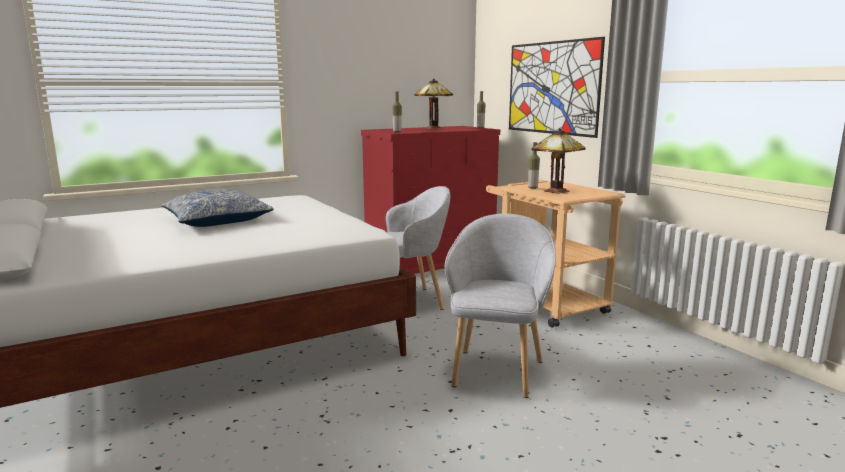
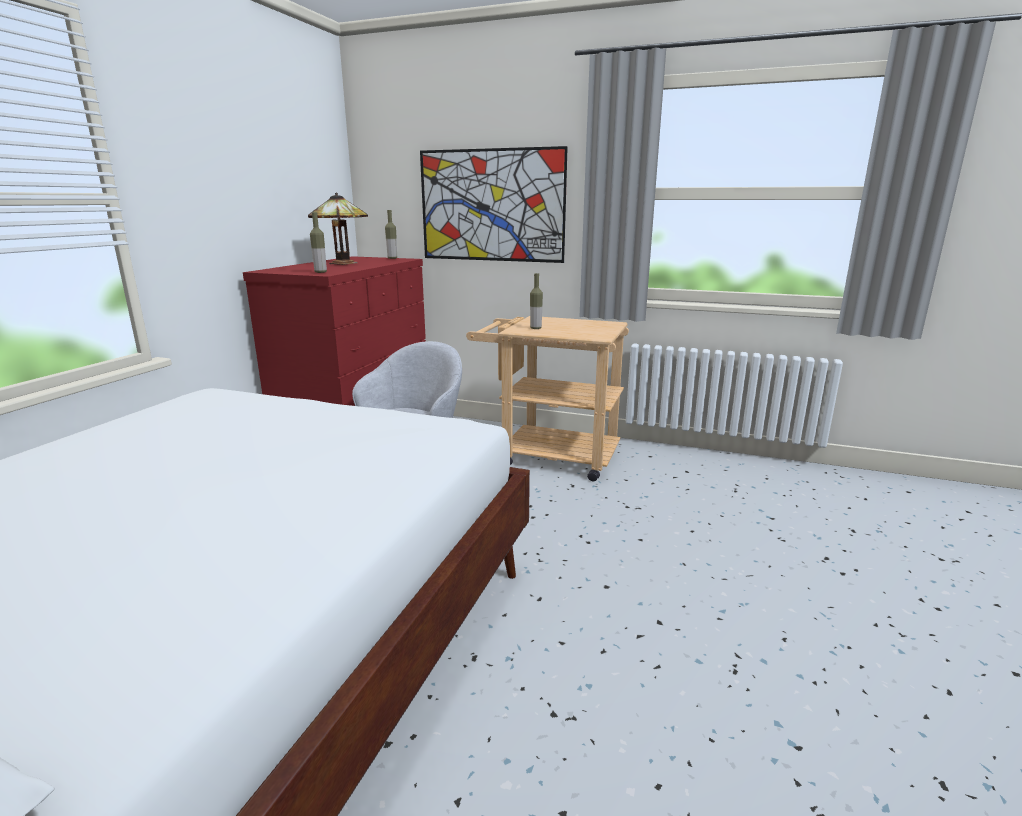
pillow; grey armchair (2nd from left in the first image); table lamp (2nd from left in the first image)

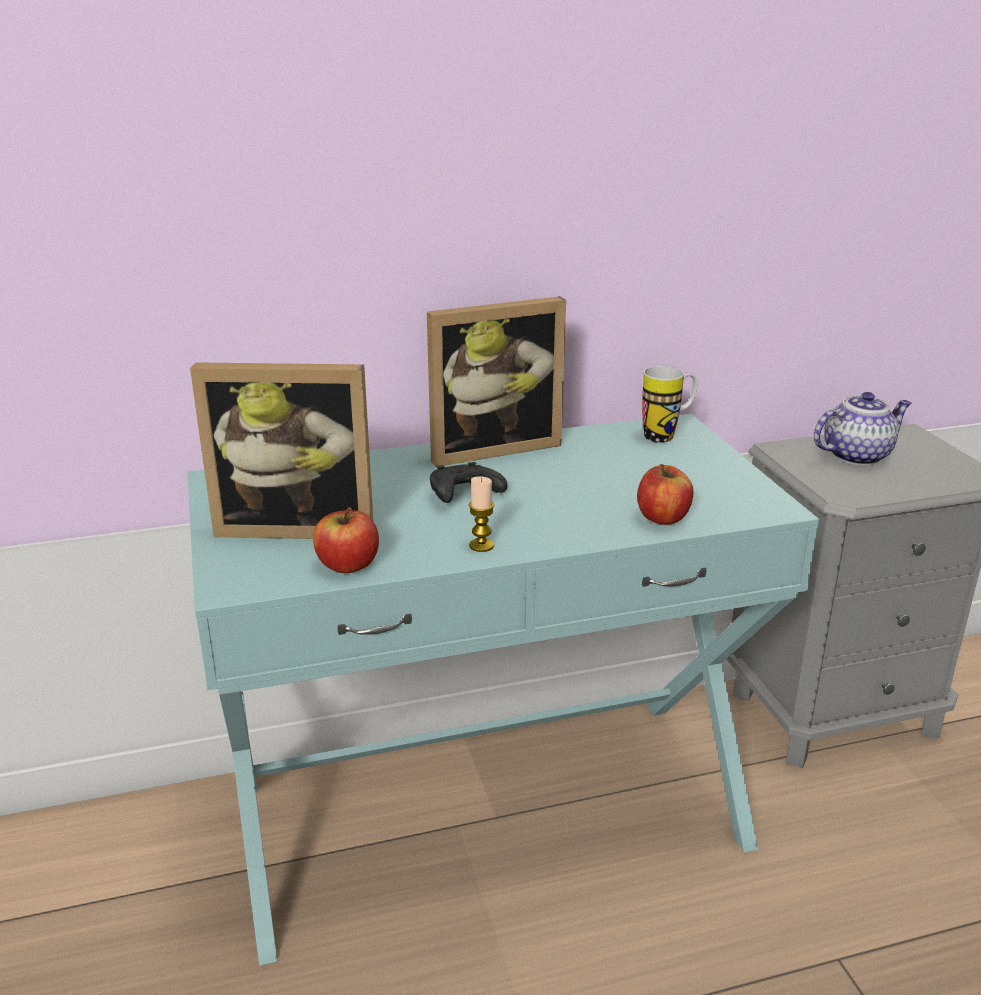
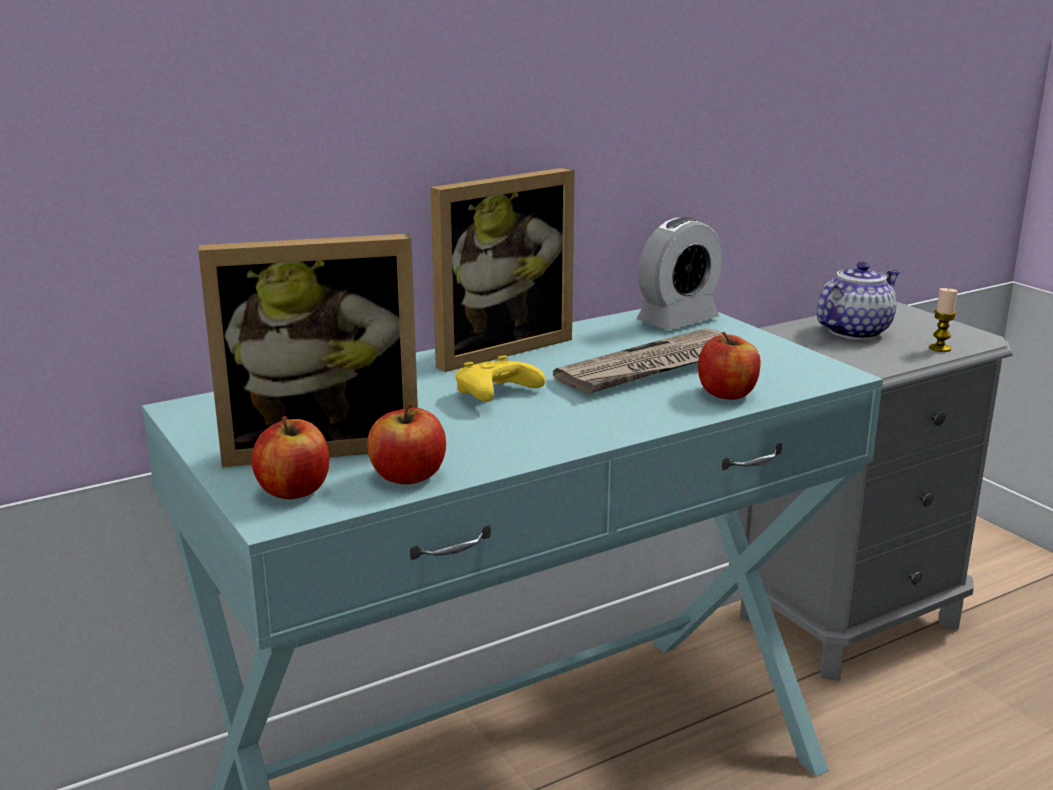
apple (1st from left); yellow game controller; newspaper; alarm clock; candle

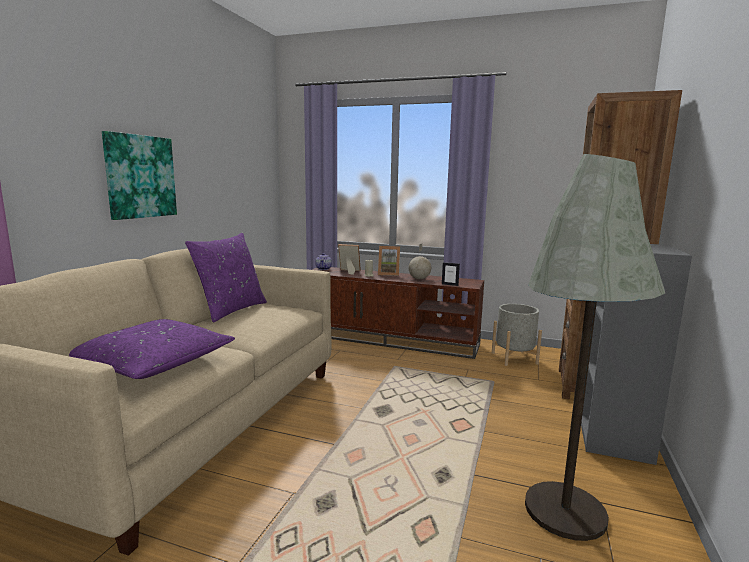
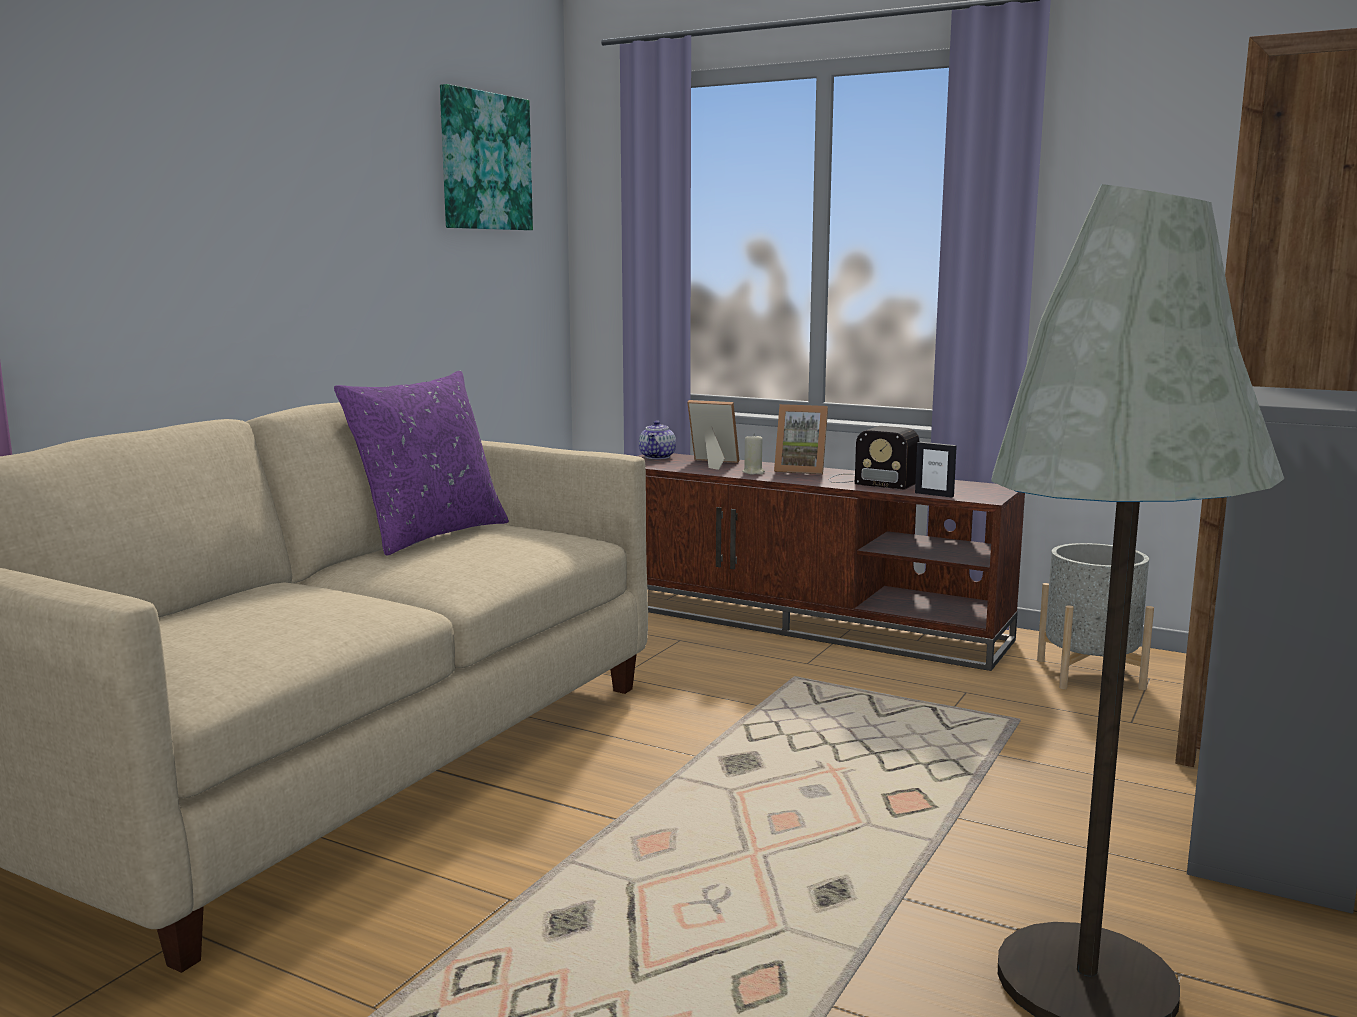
picture; radio; purple pillow (1st from left in the first image)

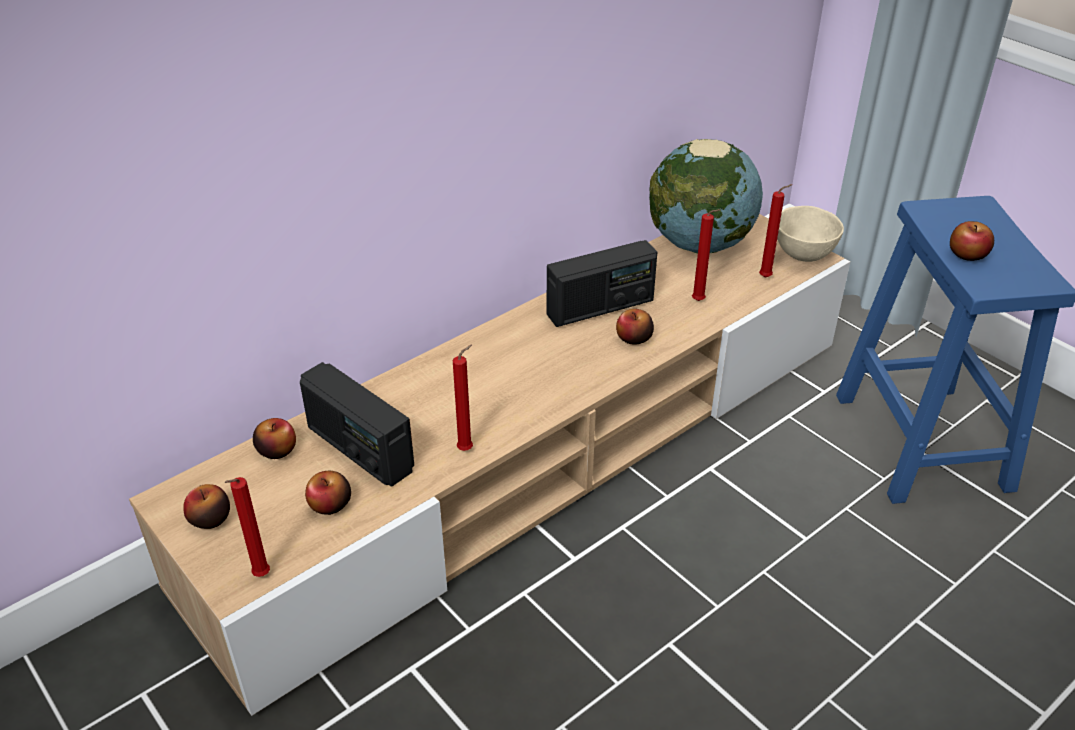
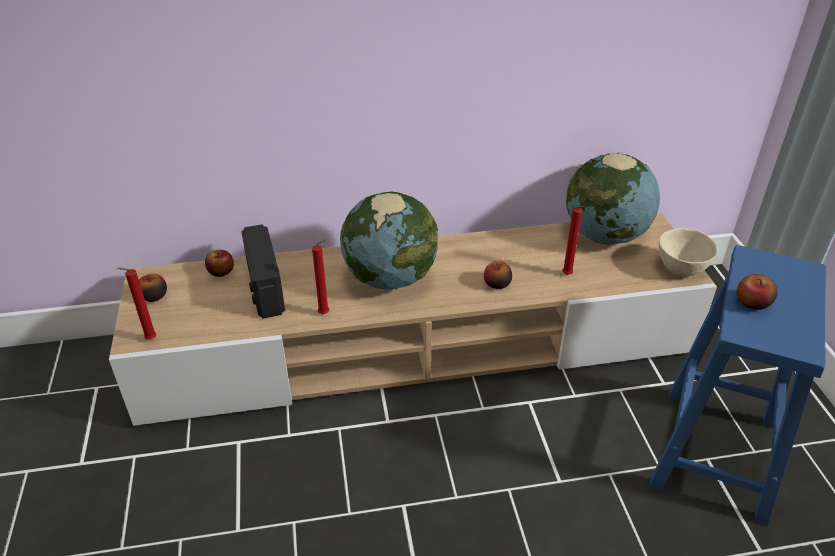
globe (1st from left); apple (3rd from left in the first image); radio (2nd from left in the first image); red candle (4th from left in the first image)

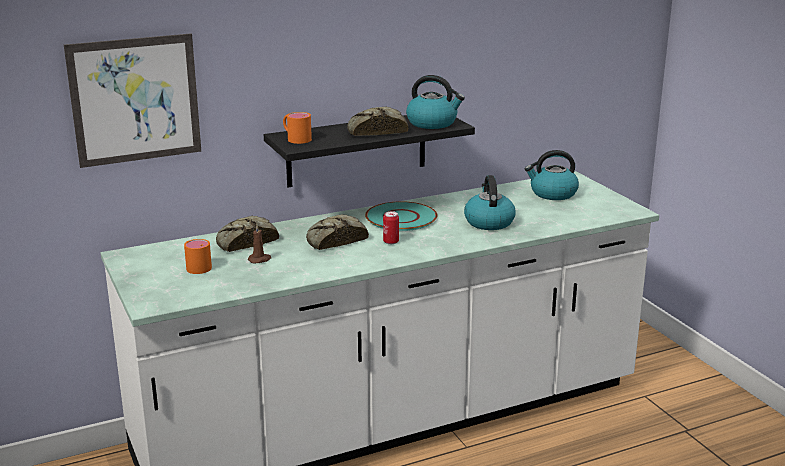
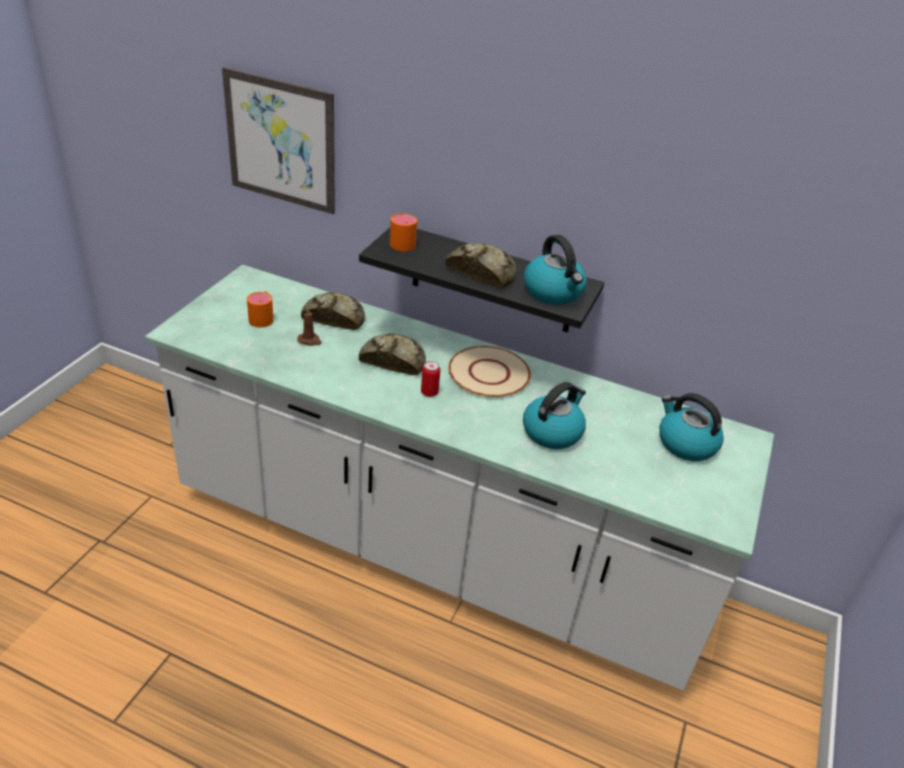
beige plate

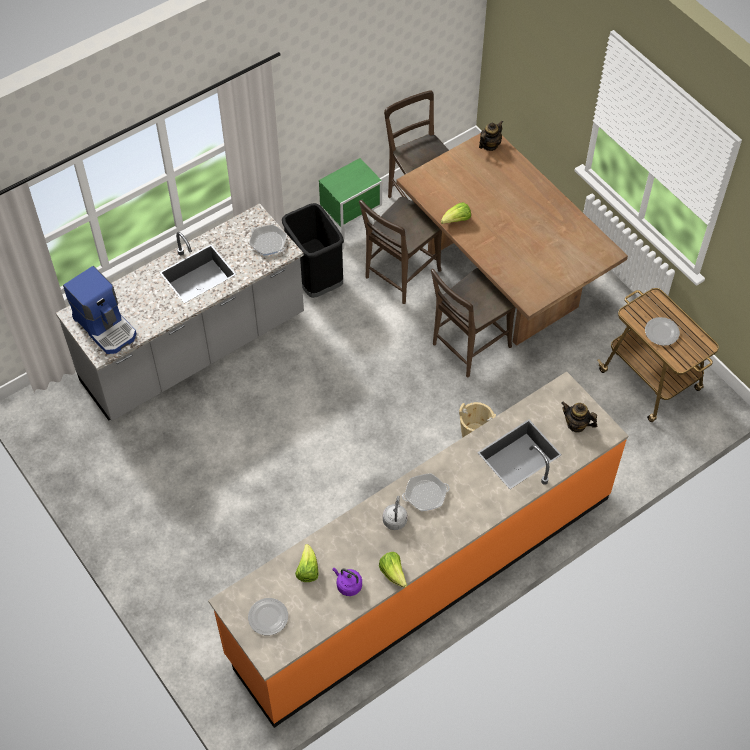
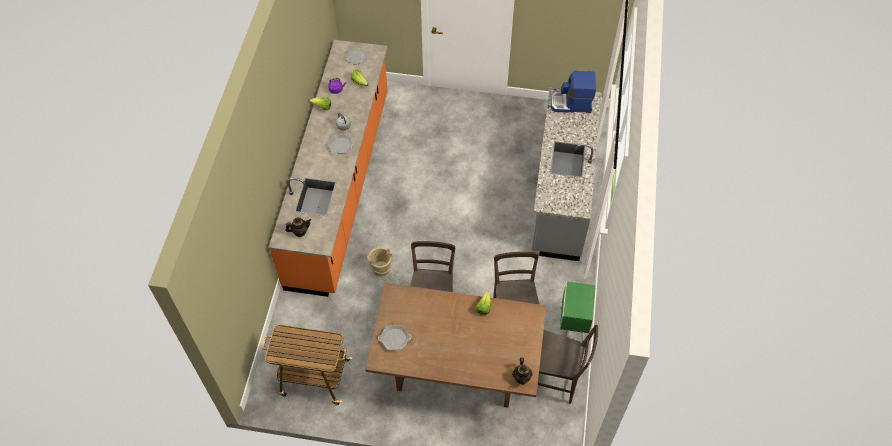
frying pan (2nd from left); black trash can; plate (2nd from left in the first image)

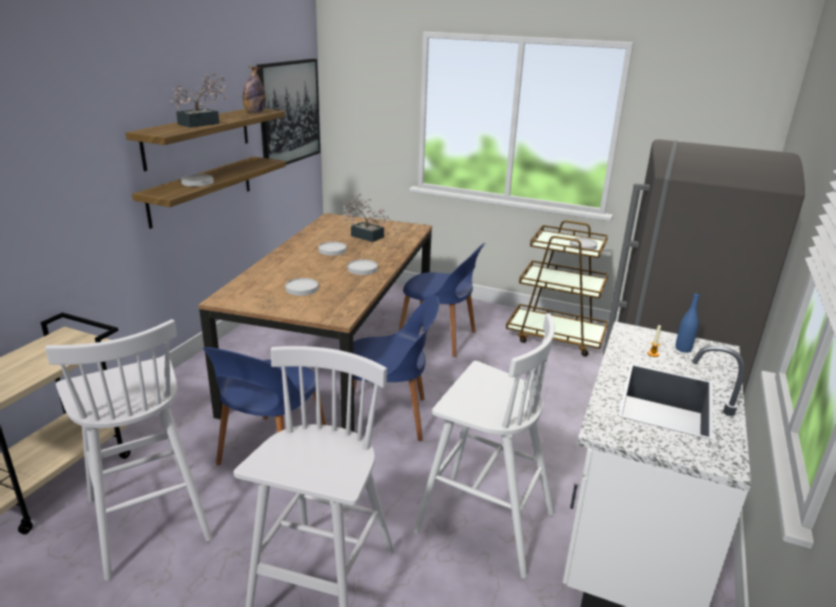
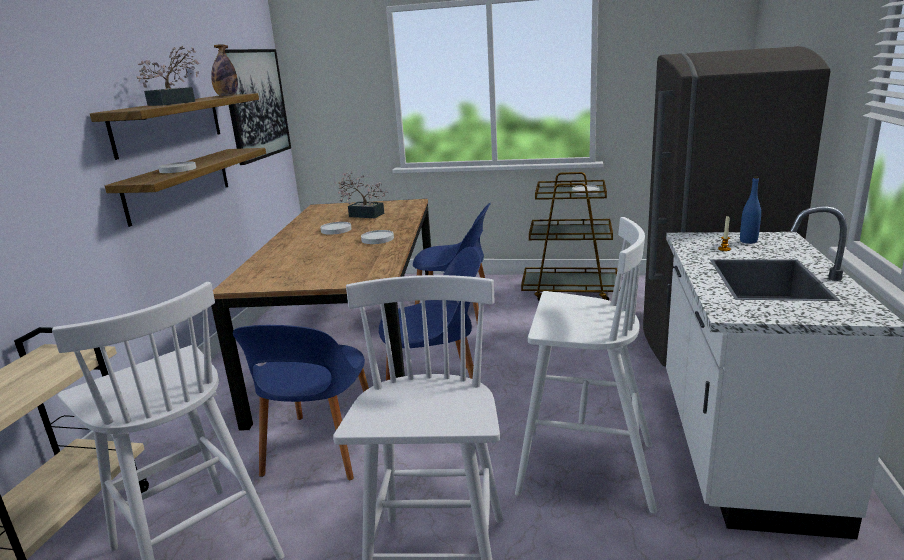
white plate (2nd from left in the first image)

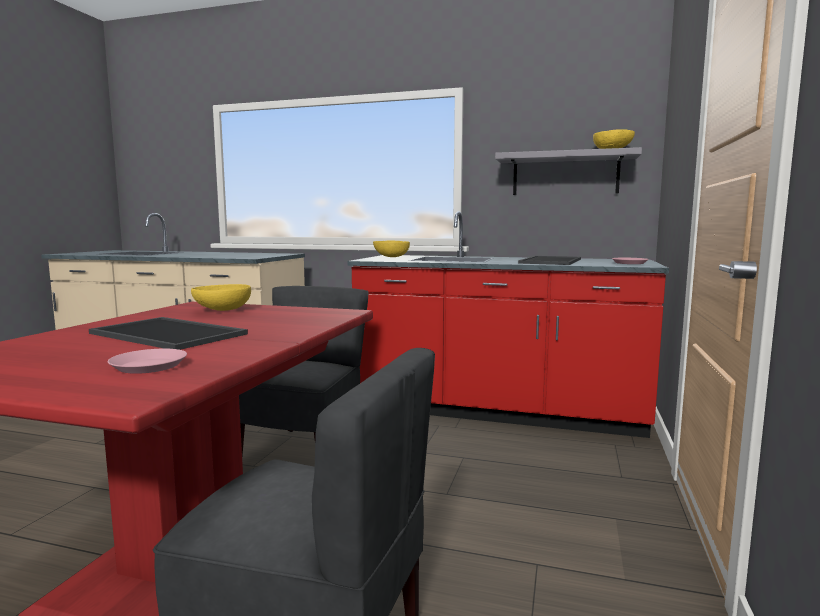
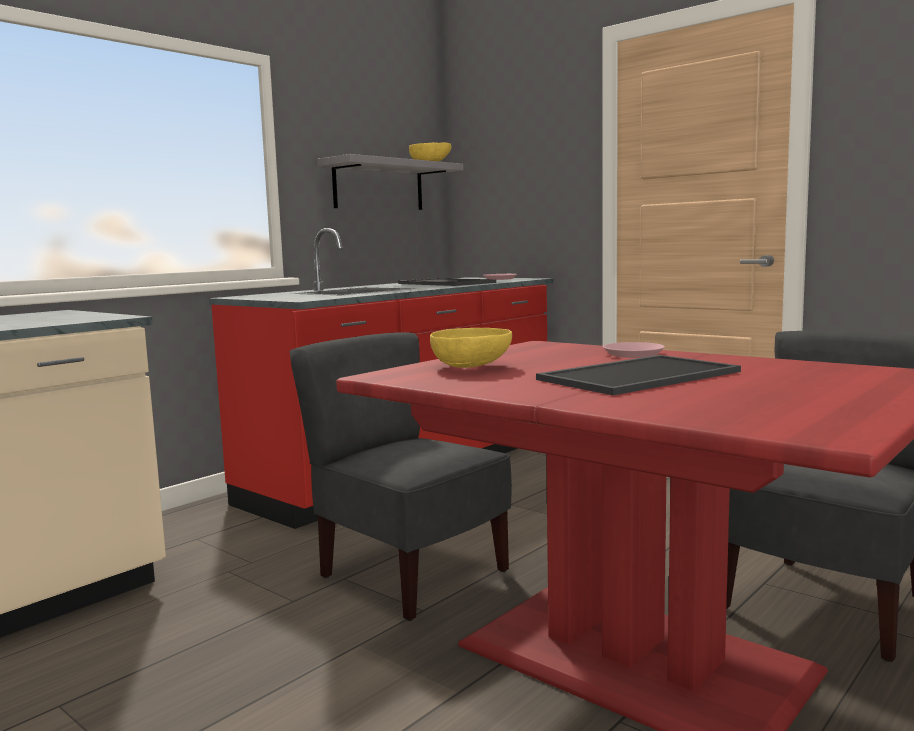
pink plate (2nd from left); yellow bowl (2nd from left in the first image)

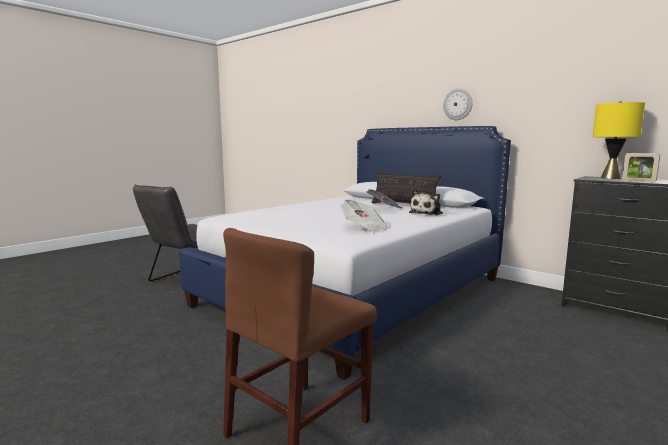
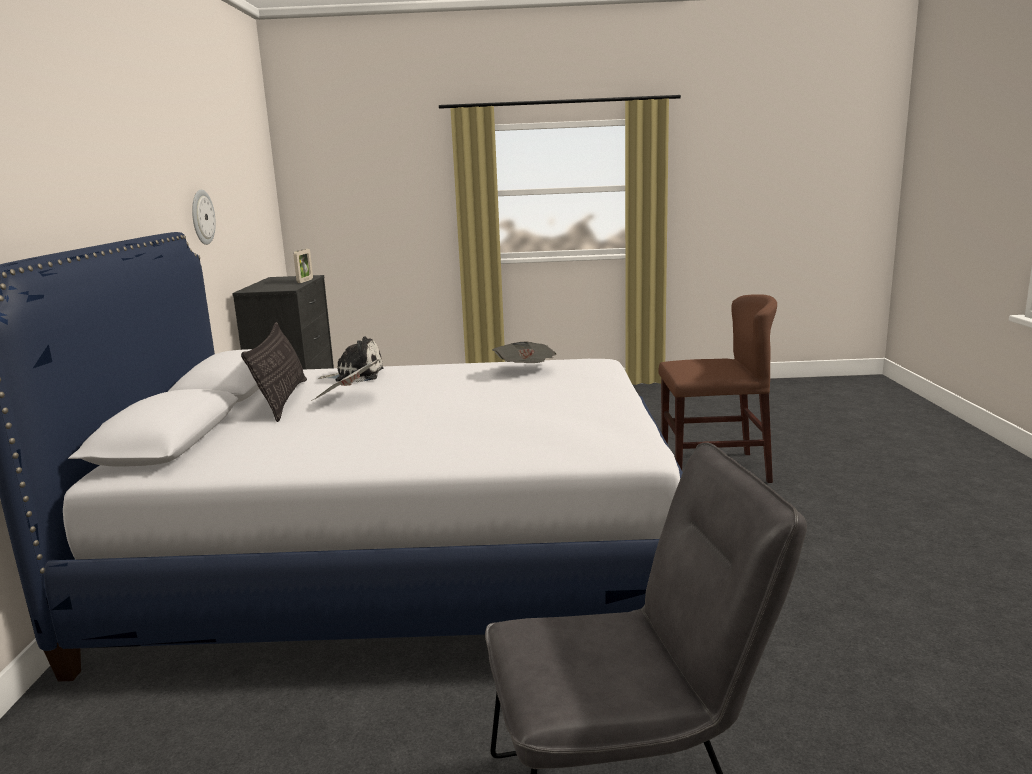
wall clock; yellow table lamp

